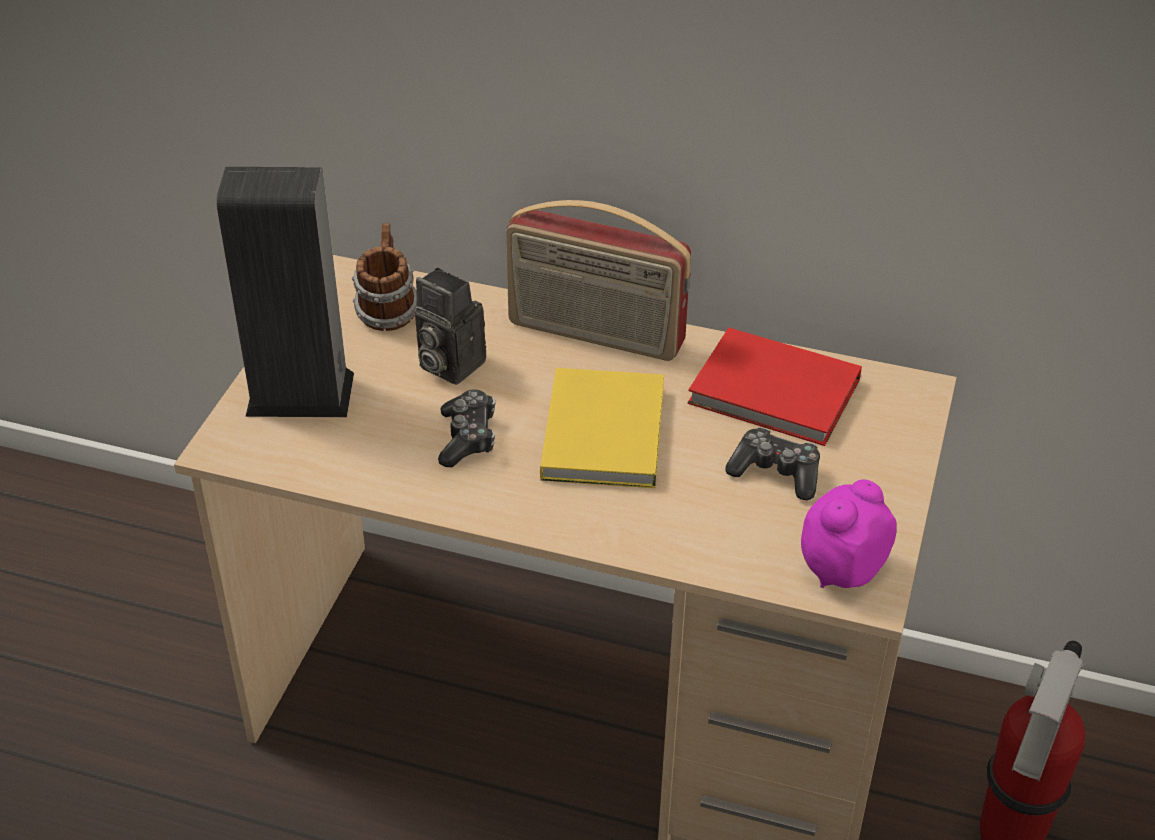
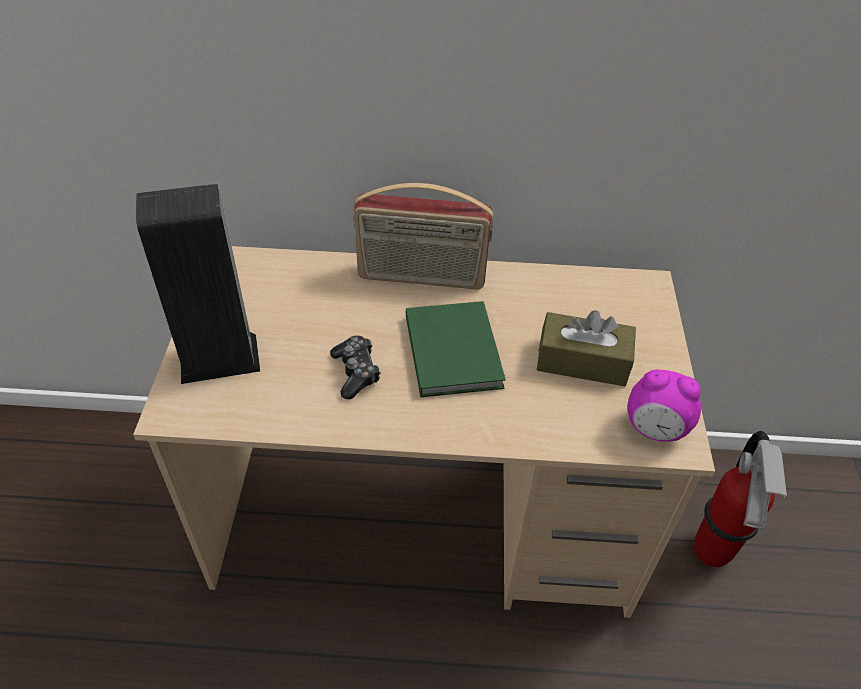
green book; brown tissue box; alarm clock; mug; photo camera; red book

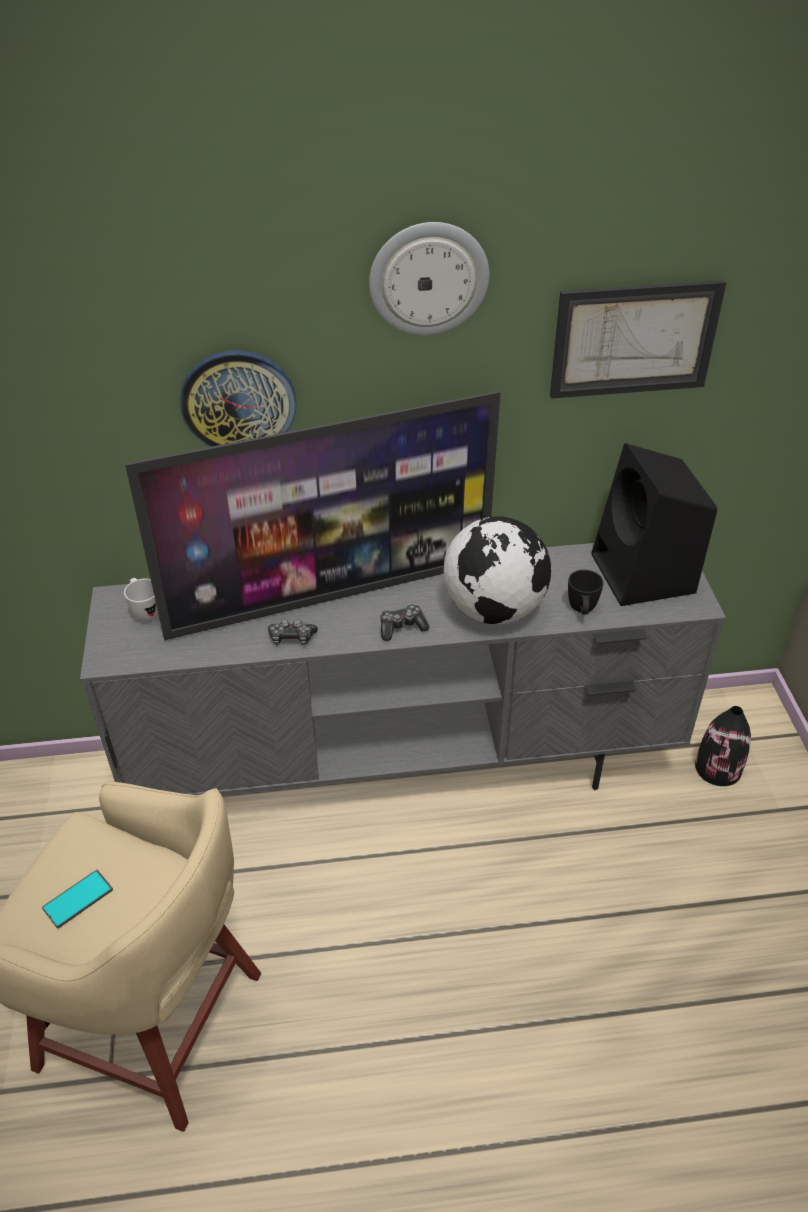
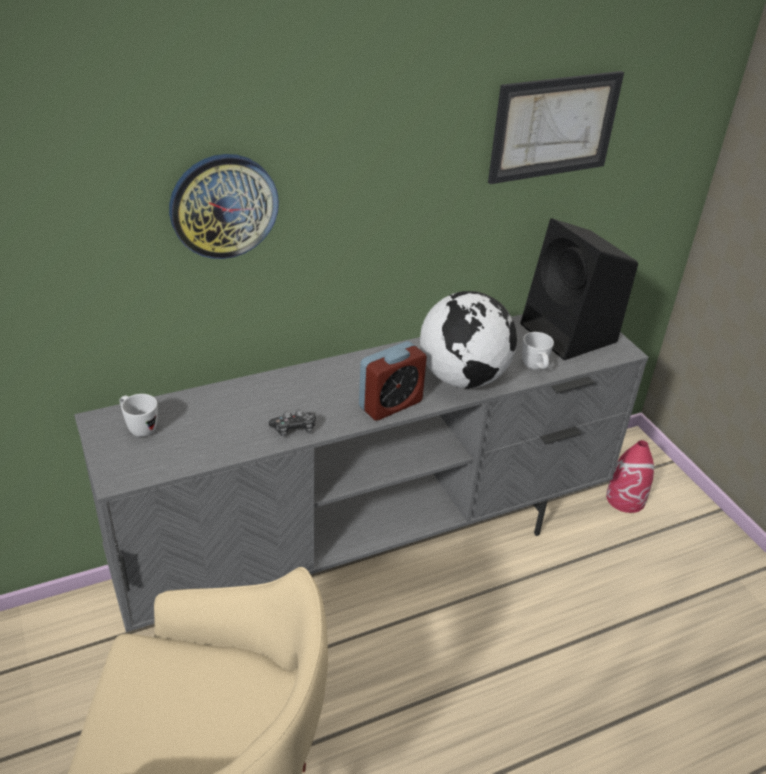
alarm clock; white mug (2nd from left); red vase; phone; television; wall clock (2nd from left in the first image)

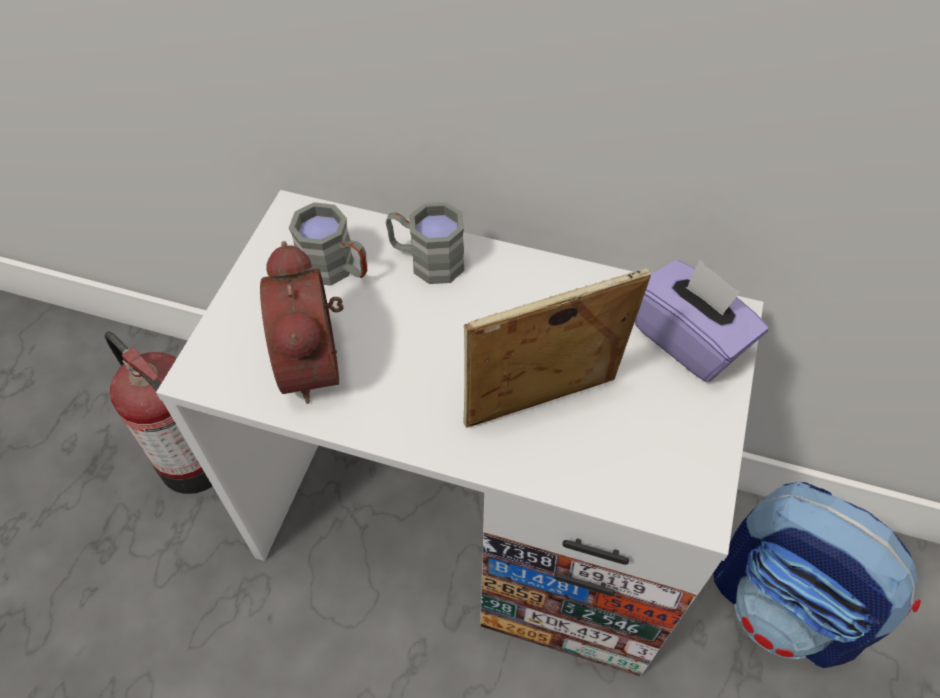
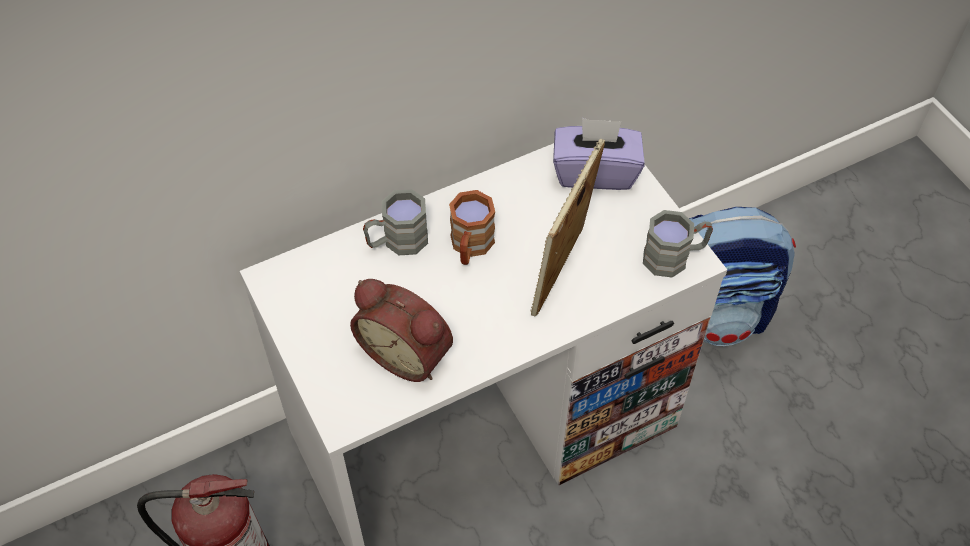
brown mug; grey mug (2nd from left)

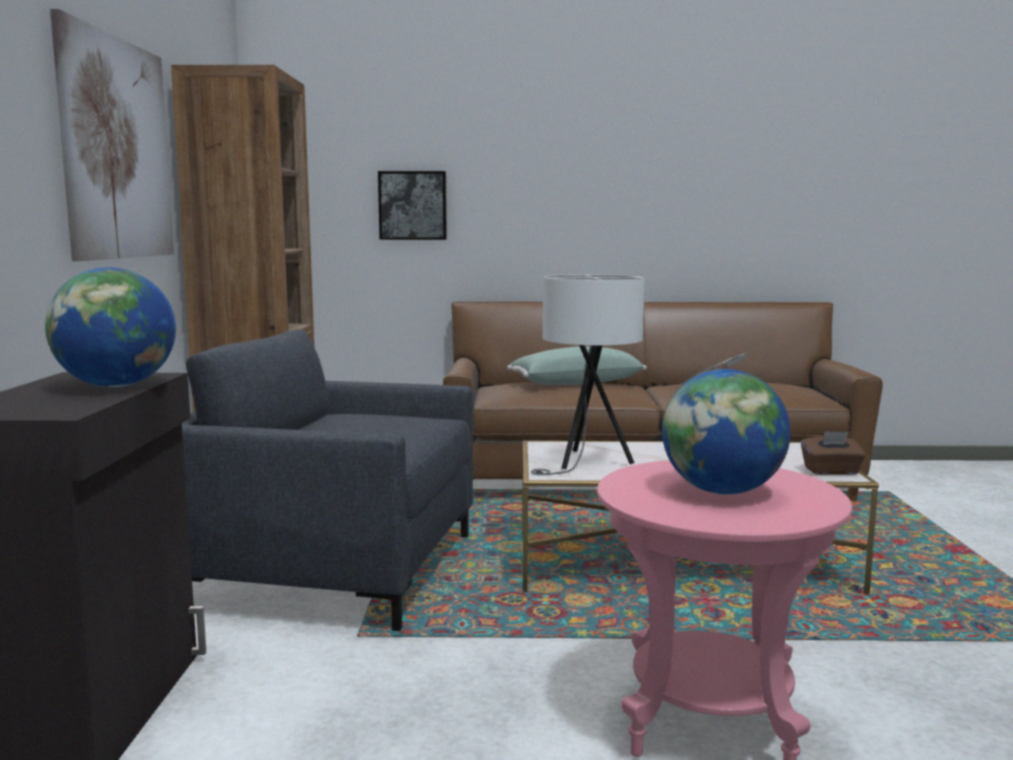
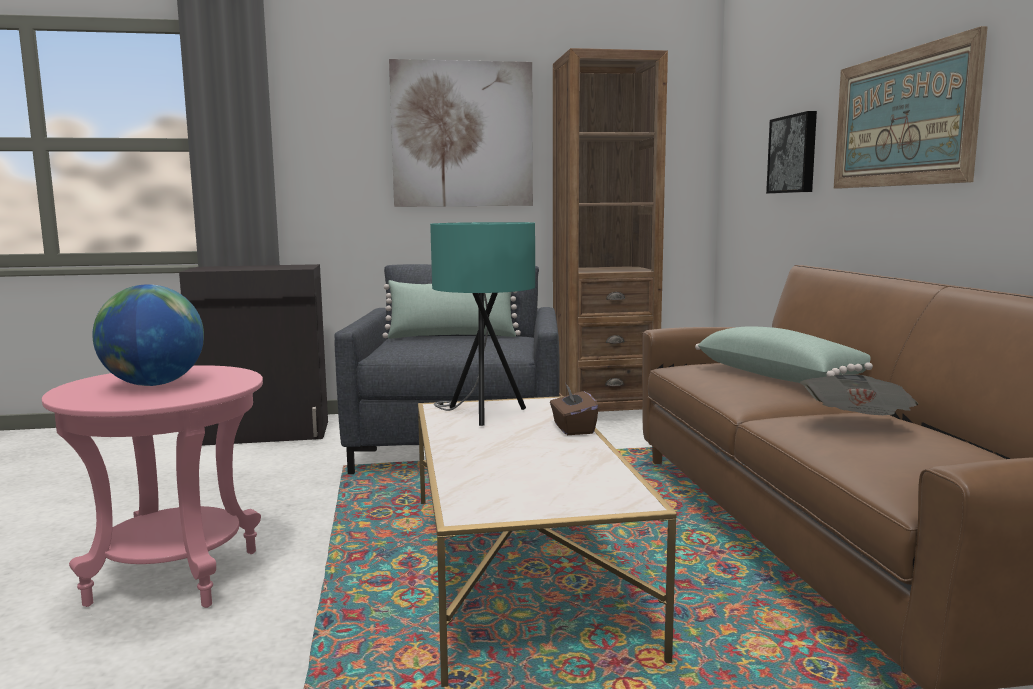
green pillow (1st from left); turquoise table lamp; brown tissue box; picture (3rd from left); globe (1st from left in the first image)

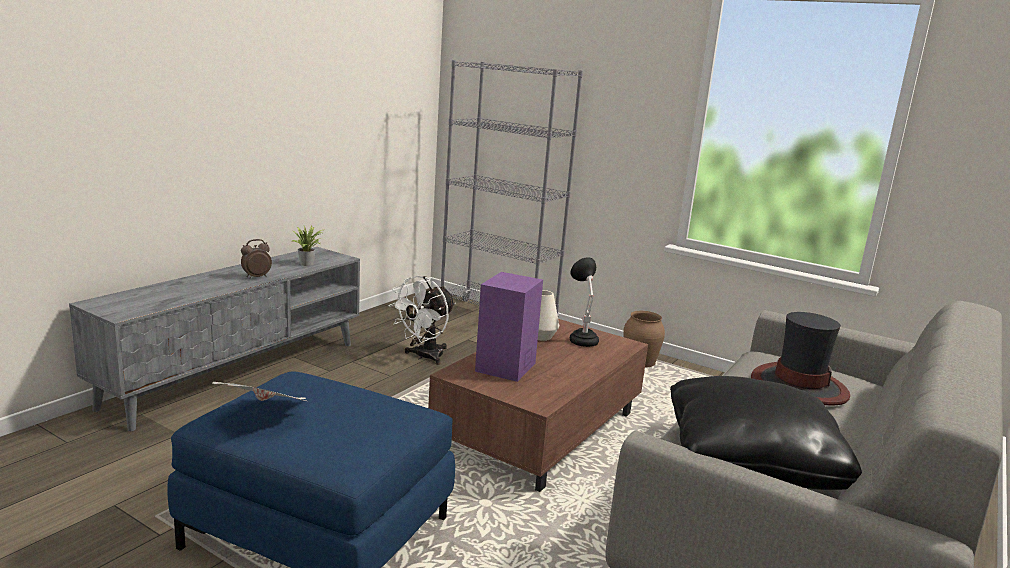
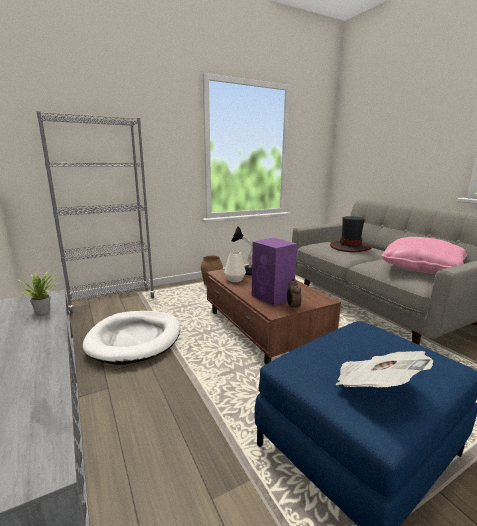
white dog bed; alarm clock; pink pillow

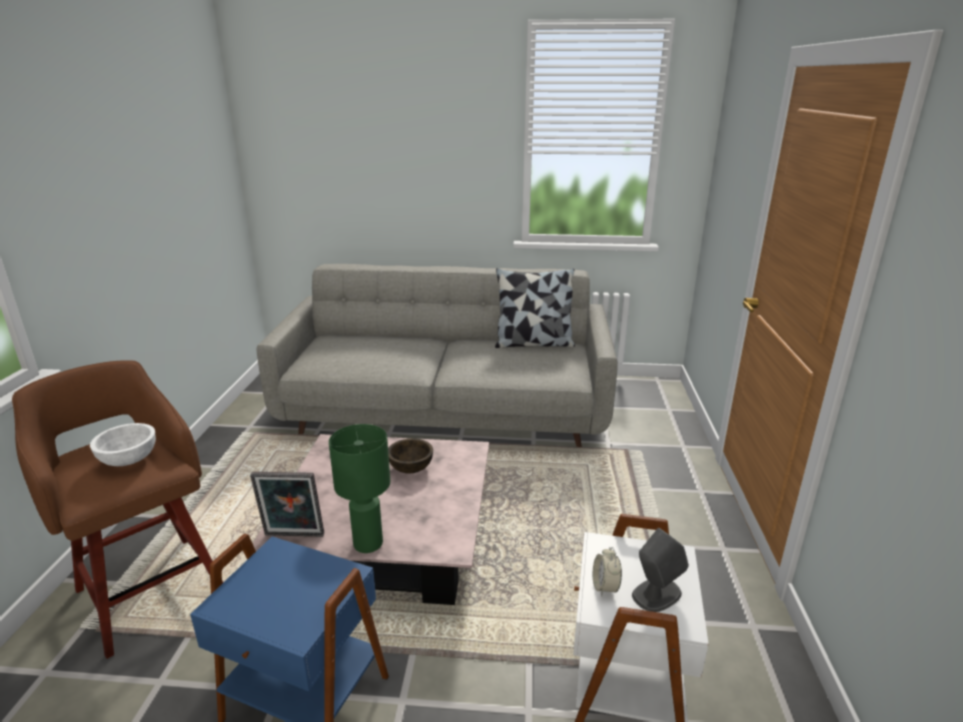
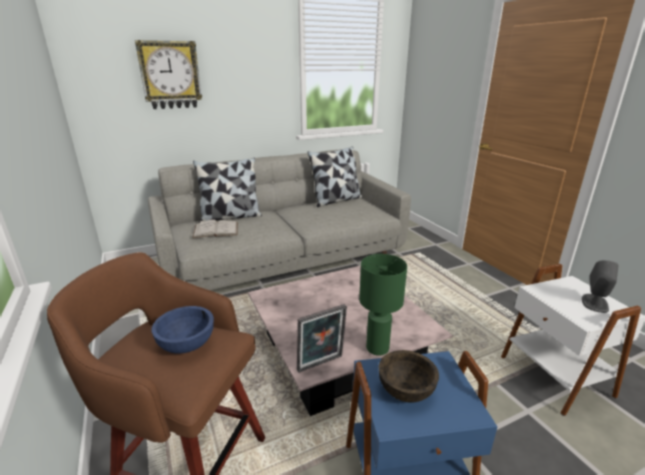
wall clock; blue bowl; white book; pillow (1st from left); brown bowl; alarm clock

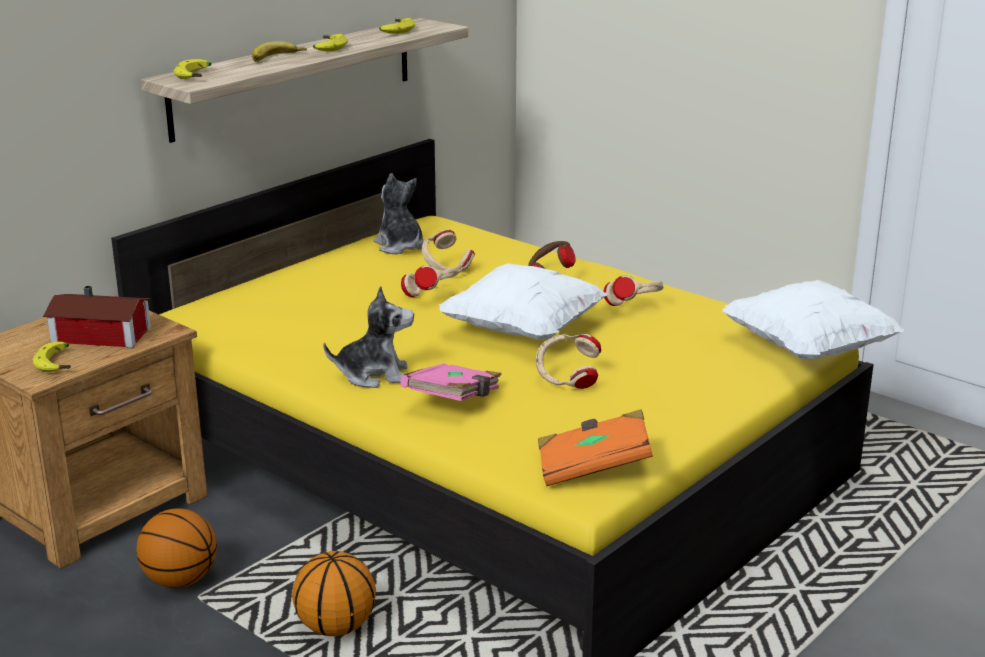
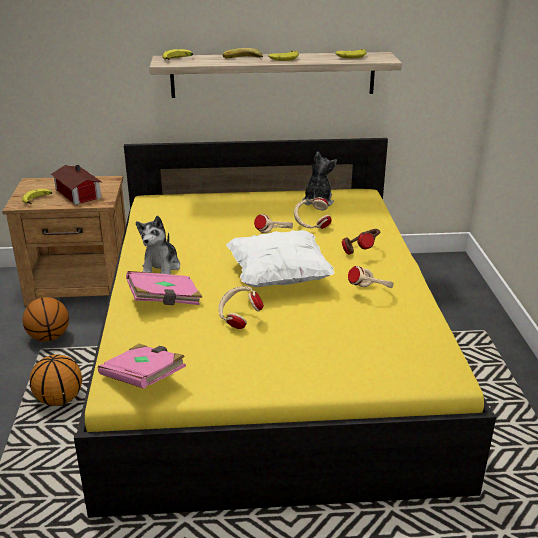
pink book (1st from left); plush toy (1st from left); white pillow (2nd from left in the first image)

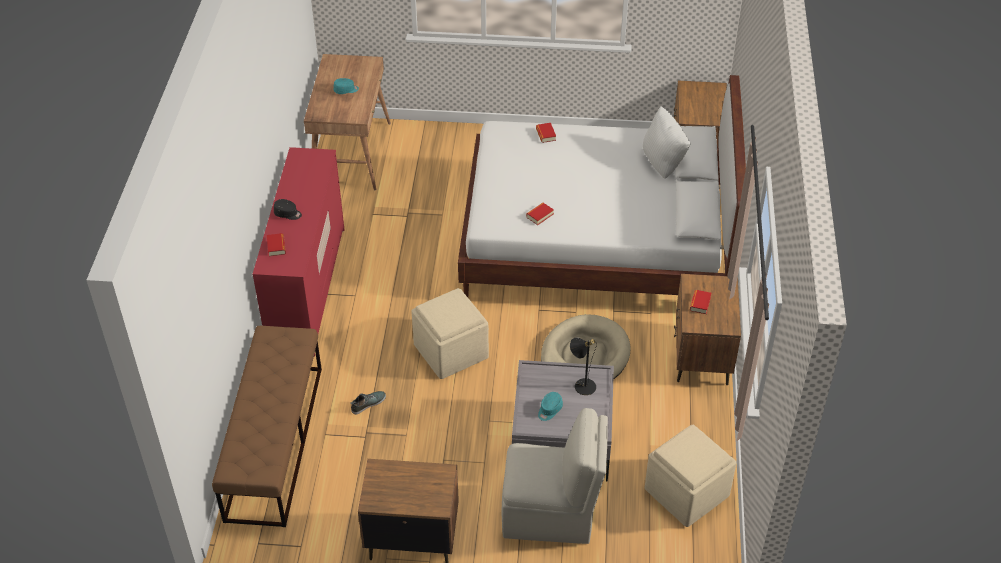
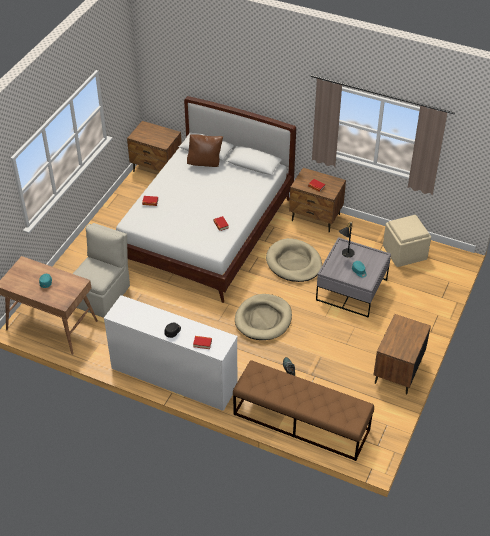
beige chair; white dresser; brown pillow; beige dog bed (1st from left)

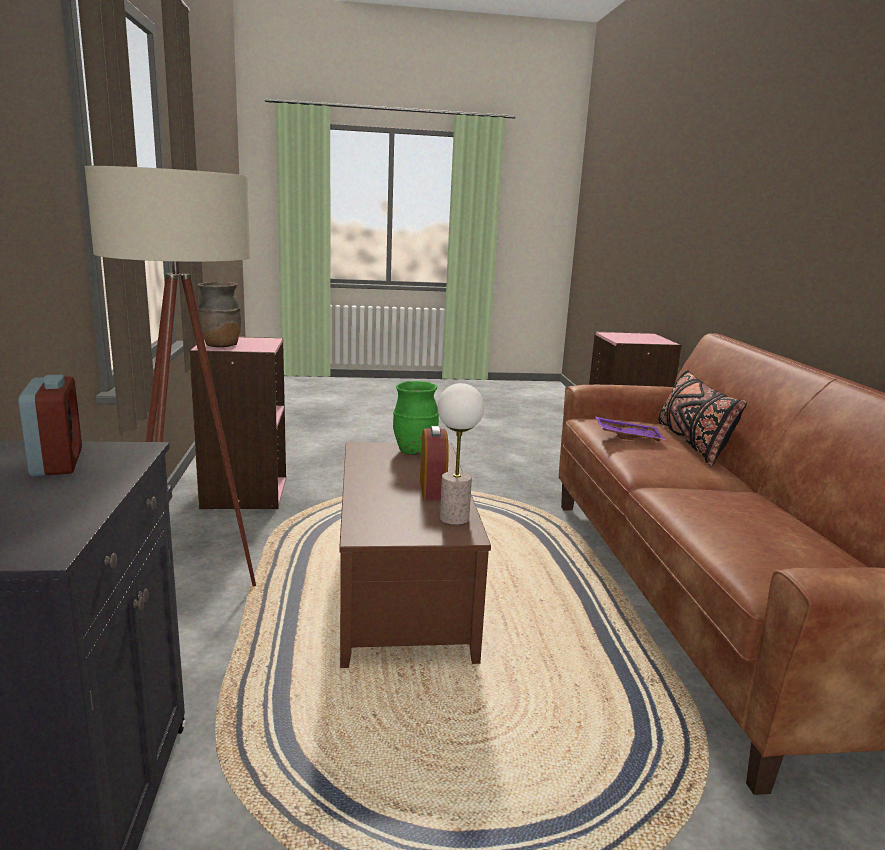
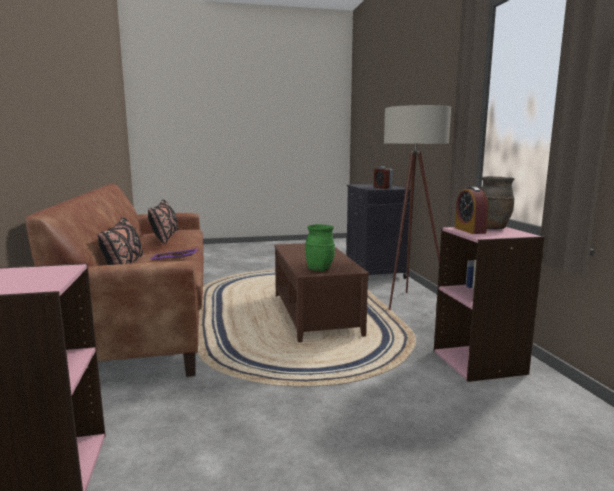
black pillow (2nd from left); alarm clock (2nd from left); table lamp

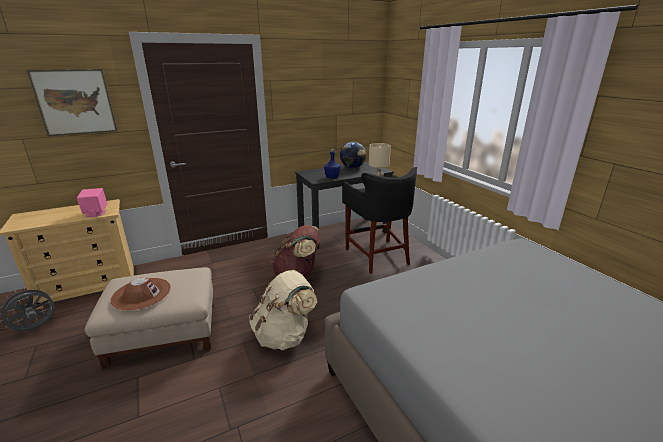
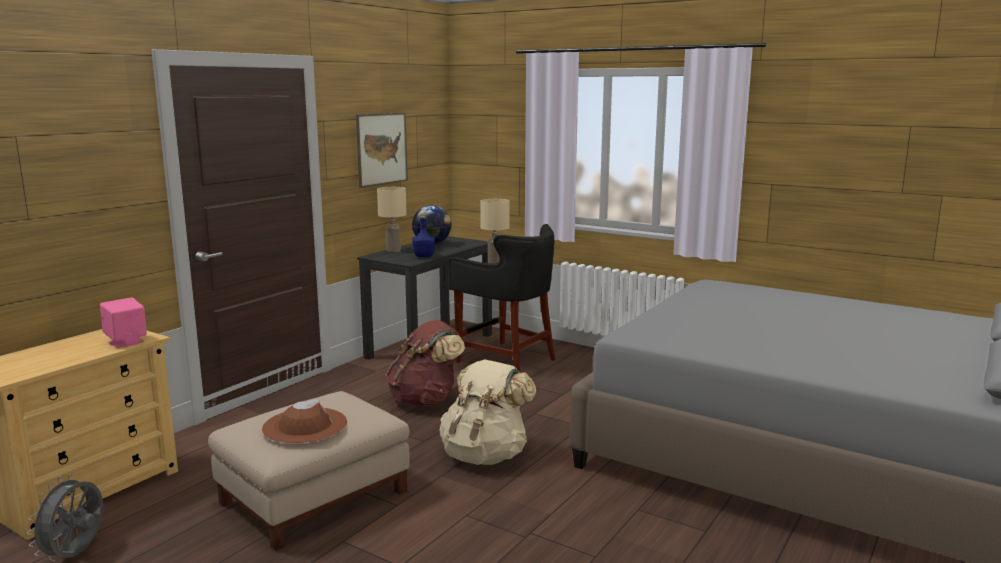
picture; beige table lamp (1st from left)

